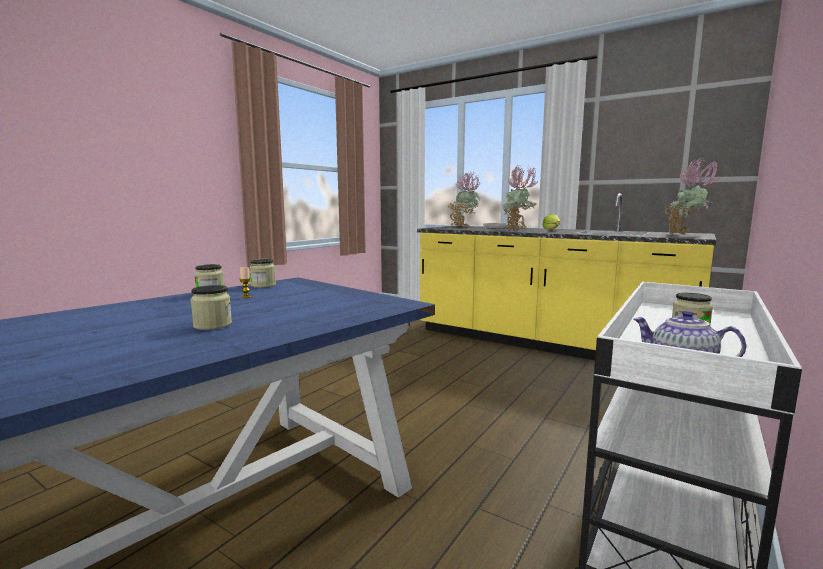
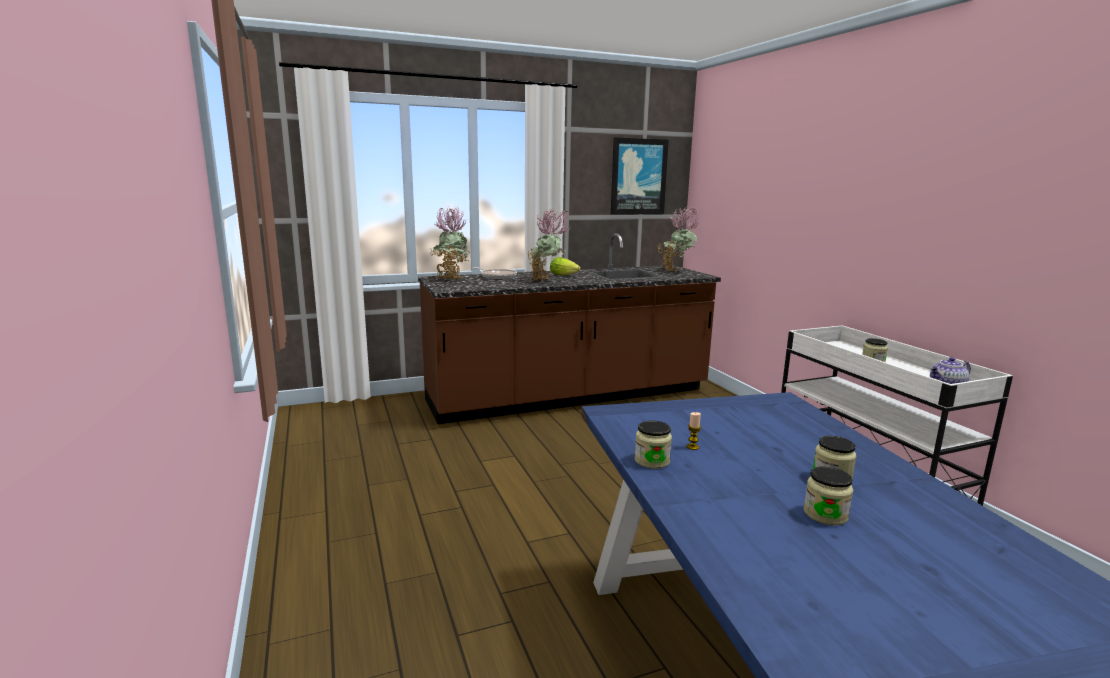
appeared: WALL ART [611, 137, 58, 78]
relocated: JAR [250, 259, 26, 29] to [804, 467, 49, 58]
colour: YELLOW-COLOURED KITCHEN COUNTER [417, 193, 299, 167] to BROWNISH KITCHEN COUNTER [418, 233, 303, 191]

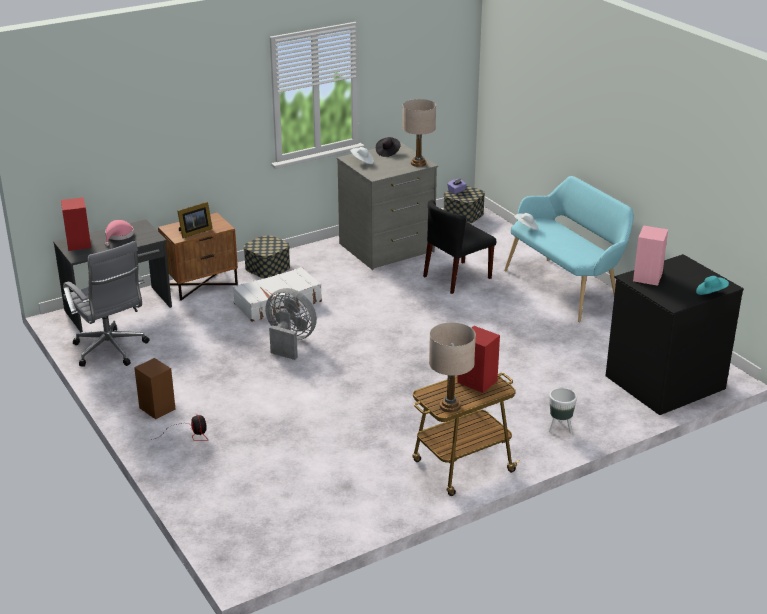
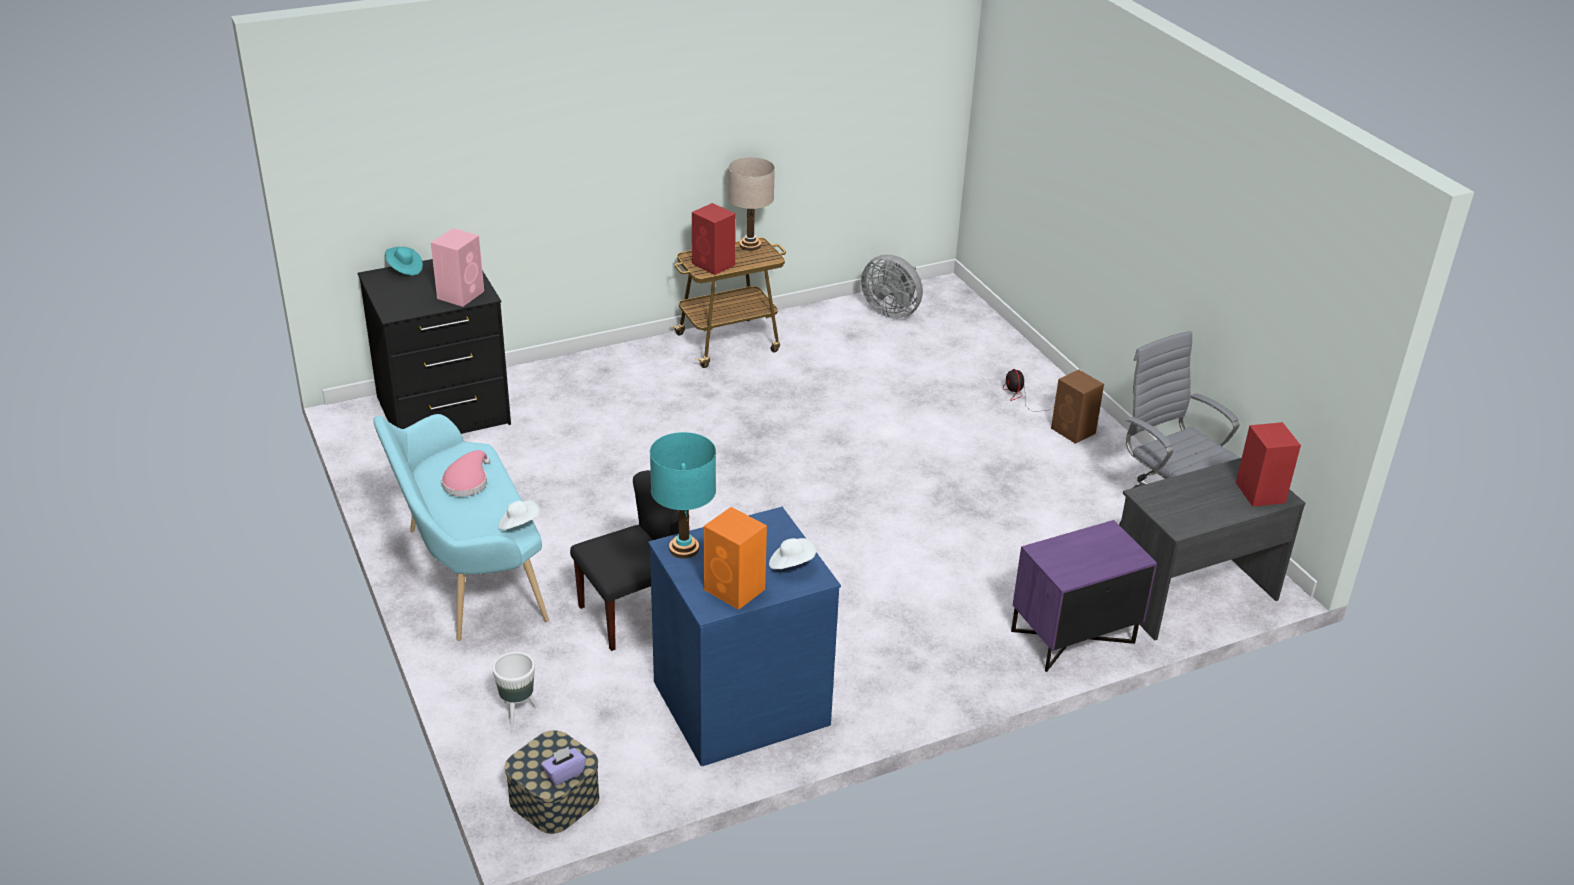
missing: STANDING FRAME [178, 202, 35, 36]; WHITE-COLOURED SUITCASE [233, 267, 89, 55]; STORAGE BIN [243, 235, 47, 43]
relocated: PINK CLOTHING HAT [105, 220, 29, 26] to [441, 450, 49, 46]; WHITE-COLOURED PLANT POT [549, 388, 28, 46] to [492, 652, 46, 73]; GREYISH ELECTRIC FAN [265, 288, 52, 72] to [861, 255, 62, 64]
exchanged: BLACK-COLOURED CLOTHING HAT [376, 137, 25, 20] to ORANGE-COLOURED AUDIO SPEAKER [704, 507, 63, 103]
colour: GREYISH CHEST OF DRAWERS [337, 143, 101, 127] to BLUISH CHEST OF DRAWERS [648, 507, 193, 259]; BEIGE TABLE LAMP [403, 99, 33, 68] to TURQUOISE-COLOURED TABLE LAMP [650, 432, 66, 127]; BROWNISH NIGHT TABLE [158, 213, 80, 88] to PURPLE-COLOURED NIGHT TABLE [1011, 520, 146, 152]

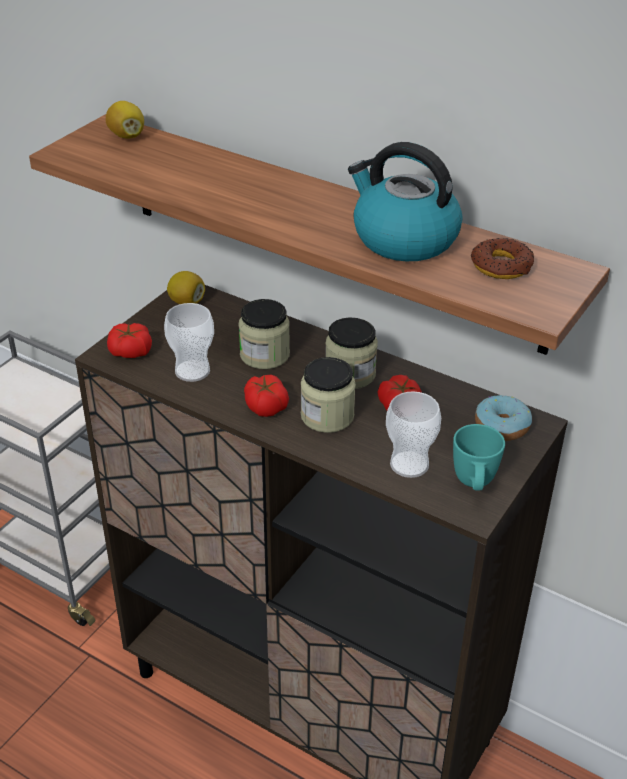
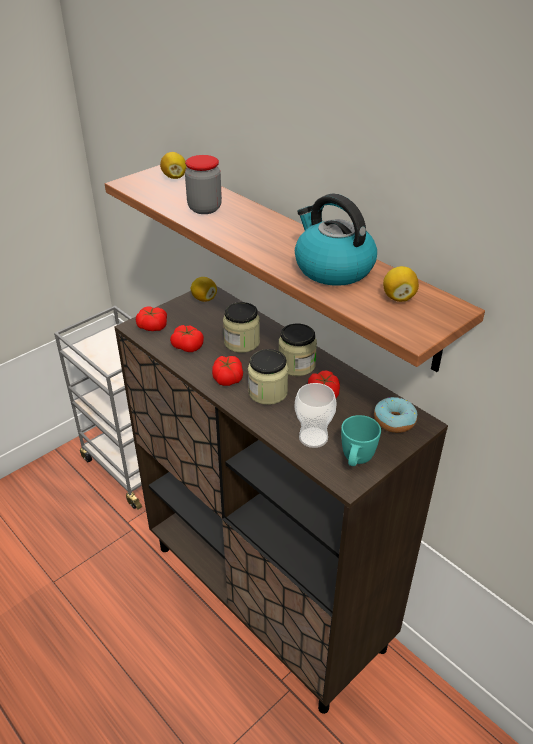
appeared: JAR [185, 155, 37, 59]
exchanged: DRINKING CUP [164, 303, 50, 79] to FRESH TOMATO [170, 325, 34, 27]; RING DOUGHNUT [471, 238, 63, 41] to LEMON [383, 266, 36, 36]

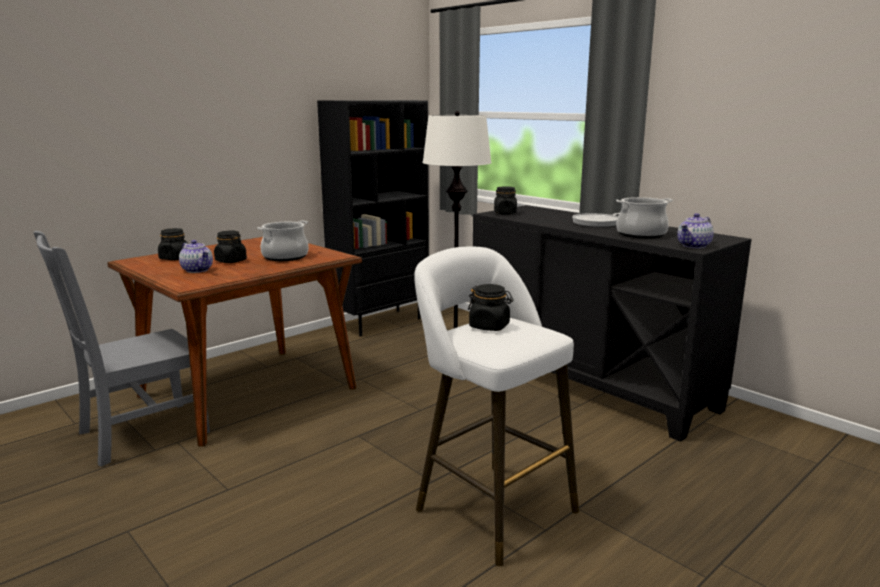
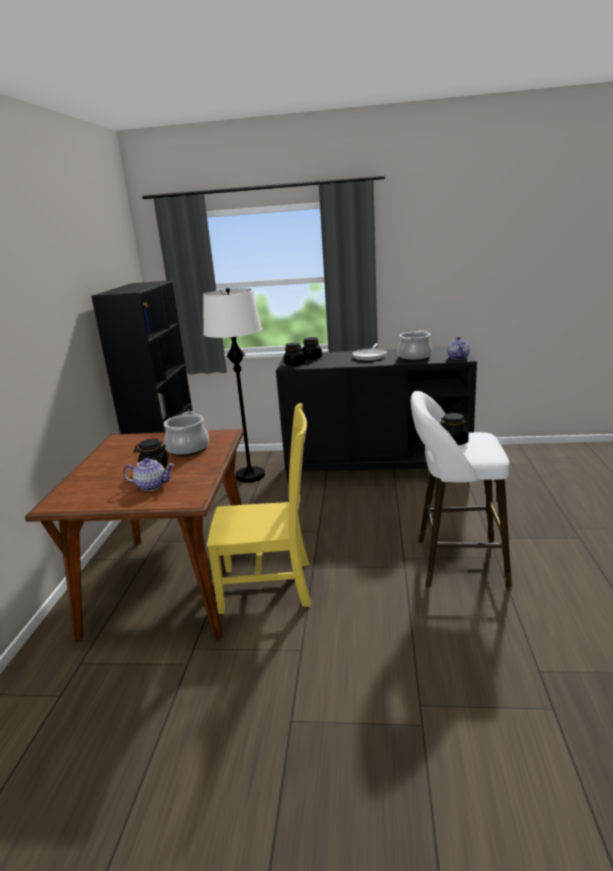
missing: GREYISH UPRIGHT CHAIR [34, 231, 176, 236]
appeared: YELLOW-COLOURED UPRIGHT CHAIR [207, 403, 104, 211]
relocated: BLACK-COLOURED JAR [158, 228, 30, 32] to [302, 337, 20, 22]

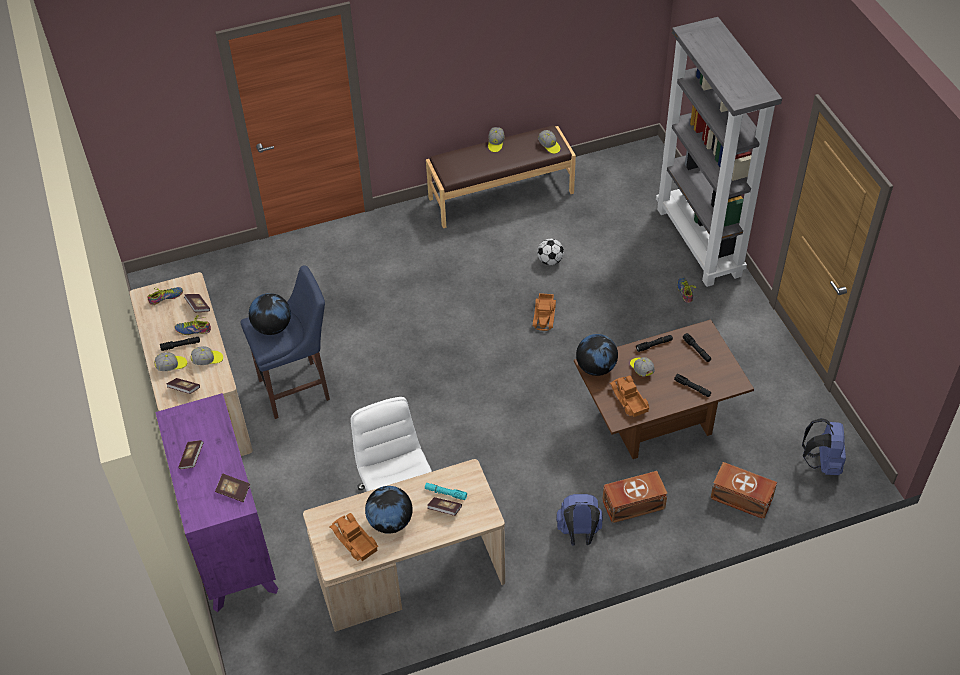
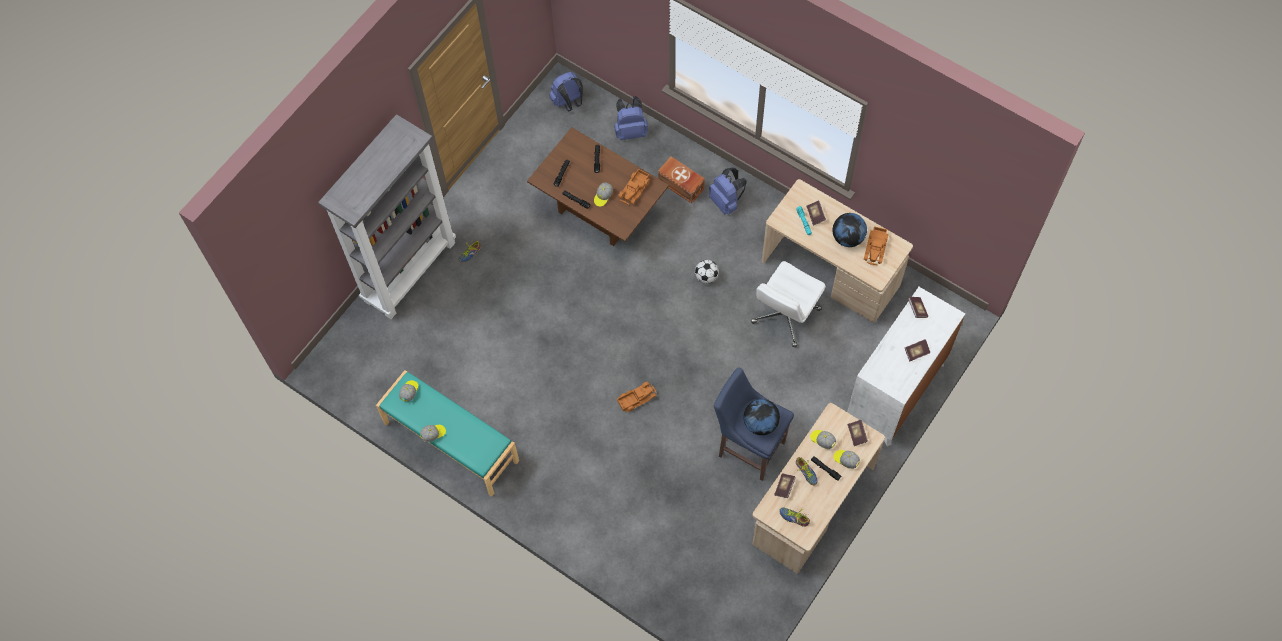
missing: WORLD GLOBE [576, 334, 42, 42]
relocated: TOY TRUCK [533, 293, 23, 38] to [617, 381, 39, 31]; BALL FOR FOOTBALL [537, 239, 27, 26] to [695, 260, 24, 24]
exchanged: BROWNISH STORAGE BIN [710, 462, 67, 57] to BLUISH RUCKSACK [615, 96, 33, 44]
colour: BROWNISH BENCH [426, 125, 150, 103] to TURQUOISE-COLOURED BENCH [376, 370, 143, 127]; PURPLE-COLOURED CHEST OF DRAWERS [155, 393, 123, 219] to WHITE-COLOURED CHEST OF DRAWERS [847, 287, 118, 159]

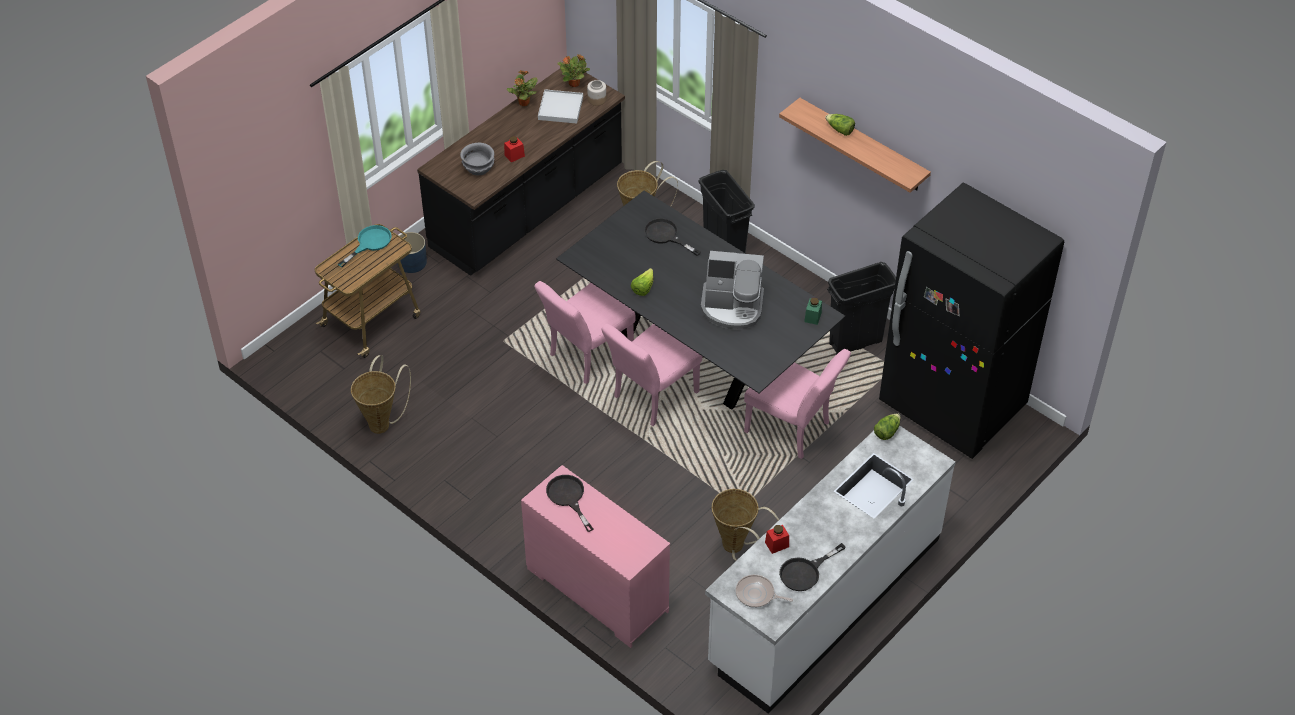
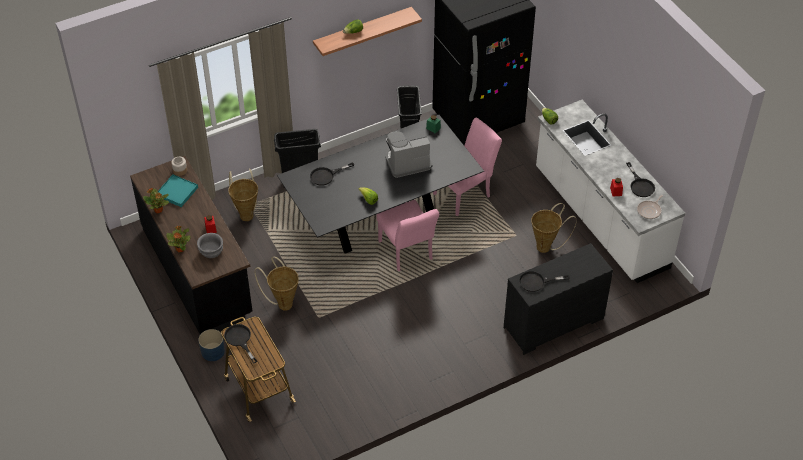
missing: PINK UPRIGHT CHAIR [534, 281, 102, 103]
relocated: POTTED PLANT [557, 54, 33, 33] to [166, 226, 25, 26]; STORAGE BASKET [351, 355, 60, 79] to [255, 257, 44, 54]
colour: WHITE-COLOURED TRAY [538, 89, 45, 35] to TURQUOISE-COLOURED TRAY [158, 174, 40, 33]; TURQUOISE-COLOURED FRYING PAN [338, 225, 53, 42] to BLACK-COLOURED FRYING PAN [224, 324, 33, 40]; PINK CHEST OF DRAWERS [521, 465, 149, 183] to BLACK-COLOURED CHEST OF DRAWERS [504, 243, 109, 112]
spun: COFFEE MAKER [701, 251, 63, 79] = [385, 131, 48, 47] 135 degrees counterclockwise

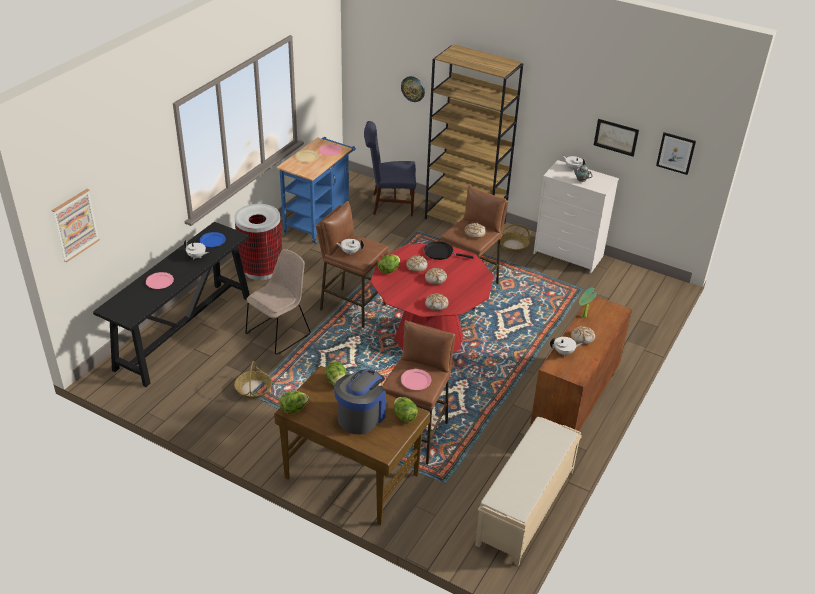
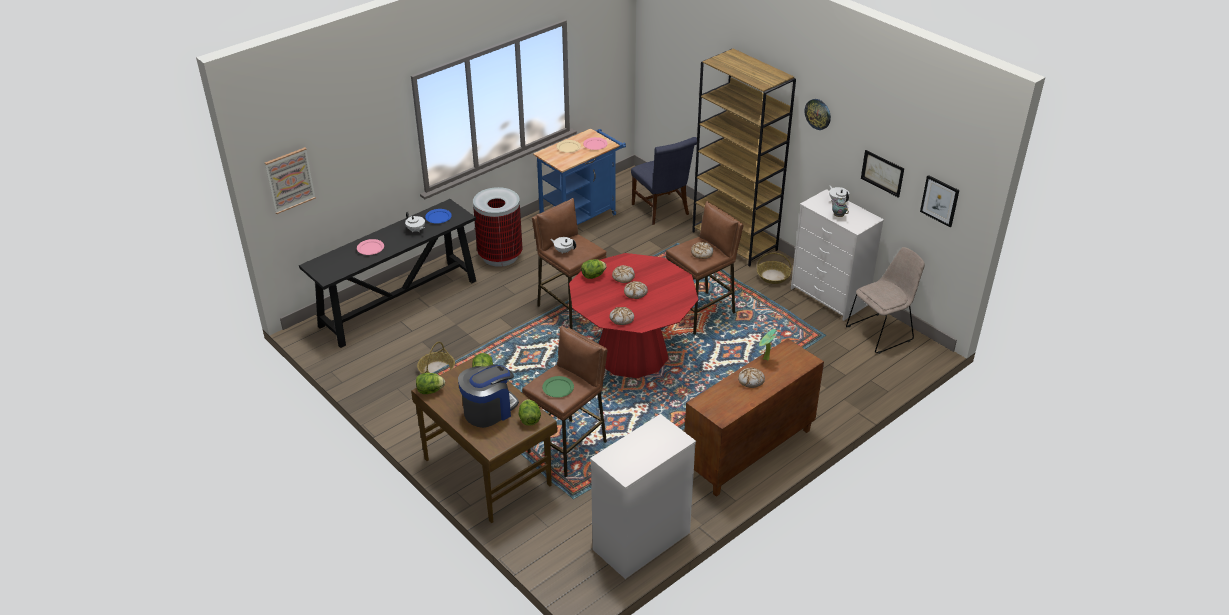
missing: BLACK-COLOURED FRYING PAN [424, 241, 50, 19]; WHITE-COLOURED POT FOR TEA [550, 337, 32, 19]
relocated: HANGING CLOCK [401, 76, 24, 26] to [805, 99, 26, 31]; BEIGE UPRIGHT CHAIR [245, 249, 66, 105] to [846, 247, 79, 107]
exchanged: BEIGE BENCH [475, 417, 107, 149] to WHITE-COLOURED CHEST OF DRAWERS [590, 414, 106, 165]
colour: PINK FLAT DISH [401, 369, 30, 21] to GREEN-COLOURED FLAT DISH [542, 376, 32, 22]
spun: BLUISH UPRIGHT CHAIR [364, 121, 52, 95] = [631, 137, 66, 88] 135 degrees counterclockwise

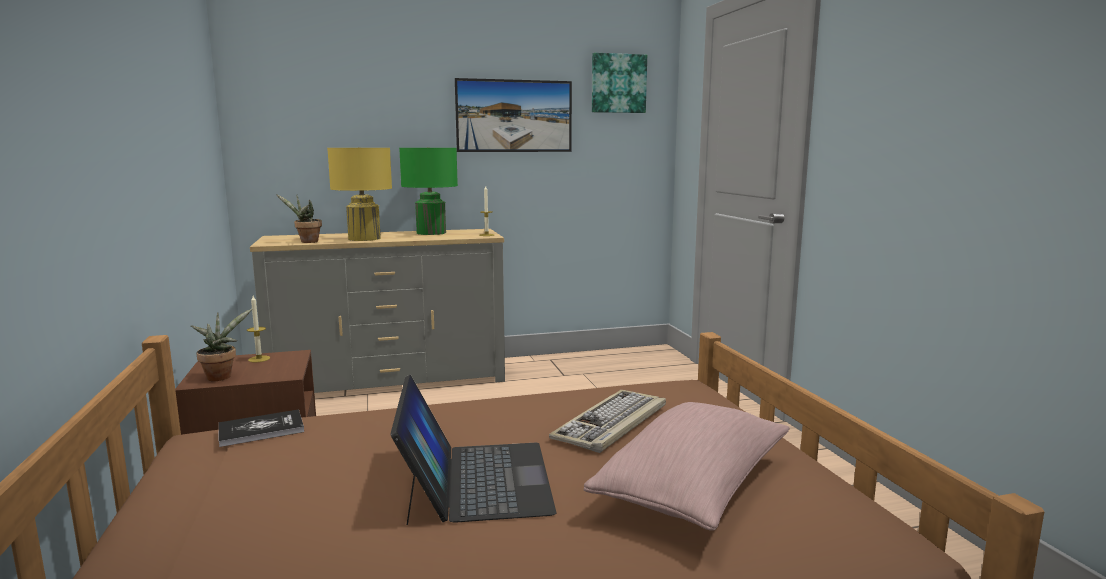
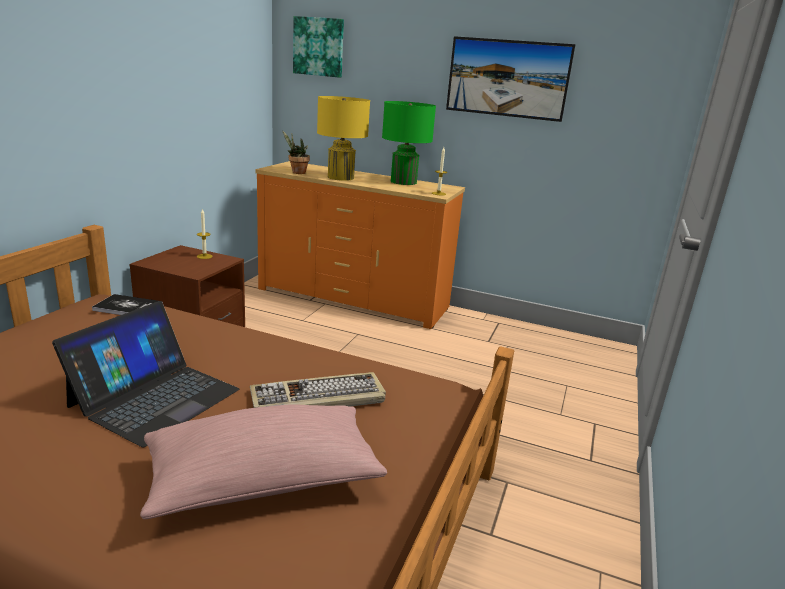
missing: POTTED PLANT [191, 308, 62, 73]
relocated: WALL ART [592, 53, 55, 60] to [293, 16, 51, 61]
colour: GREYISH CHEST OF DRAWERS [250, 229, 255, 164] to ORANGE-COLOURED CHEST OF DRAWERS [255, 161, 210, 168]

